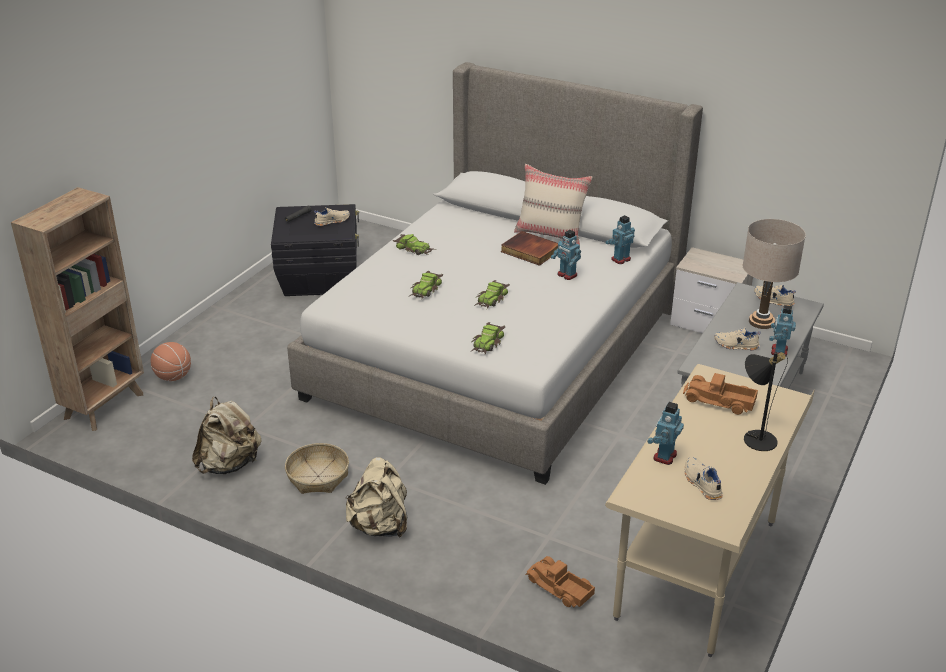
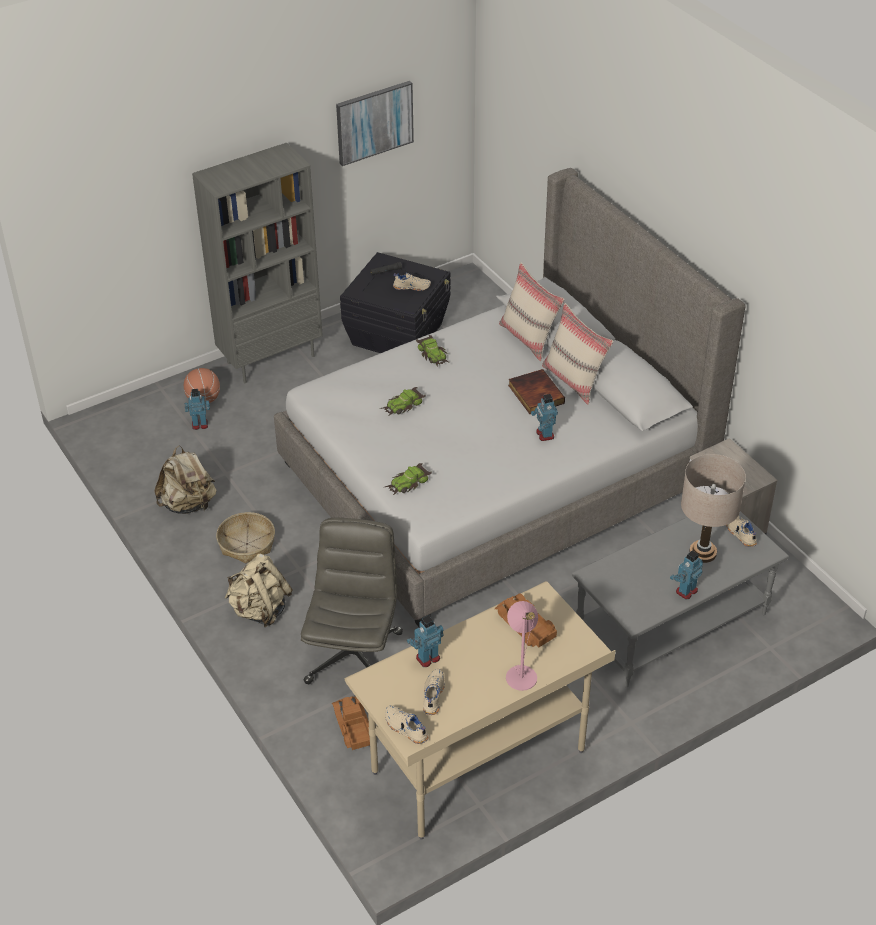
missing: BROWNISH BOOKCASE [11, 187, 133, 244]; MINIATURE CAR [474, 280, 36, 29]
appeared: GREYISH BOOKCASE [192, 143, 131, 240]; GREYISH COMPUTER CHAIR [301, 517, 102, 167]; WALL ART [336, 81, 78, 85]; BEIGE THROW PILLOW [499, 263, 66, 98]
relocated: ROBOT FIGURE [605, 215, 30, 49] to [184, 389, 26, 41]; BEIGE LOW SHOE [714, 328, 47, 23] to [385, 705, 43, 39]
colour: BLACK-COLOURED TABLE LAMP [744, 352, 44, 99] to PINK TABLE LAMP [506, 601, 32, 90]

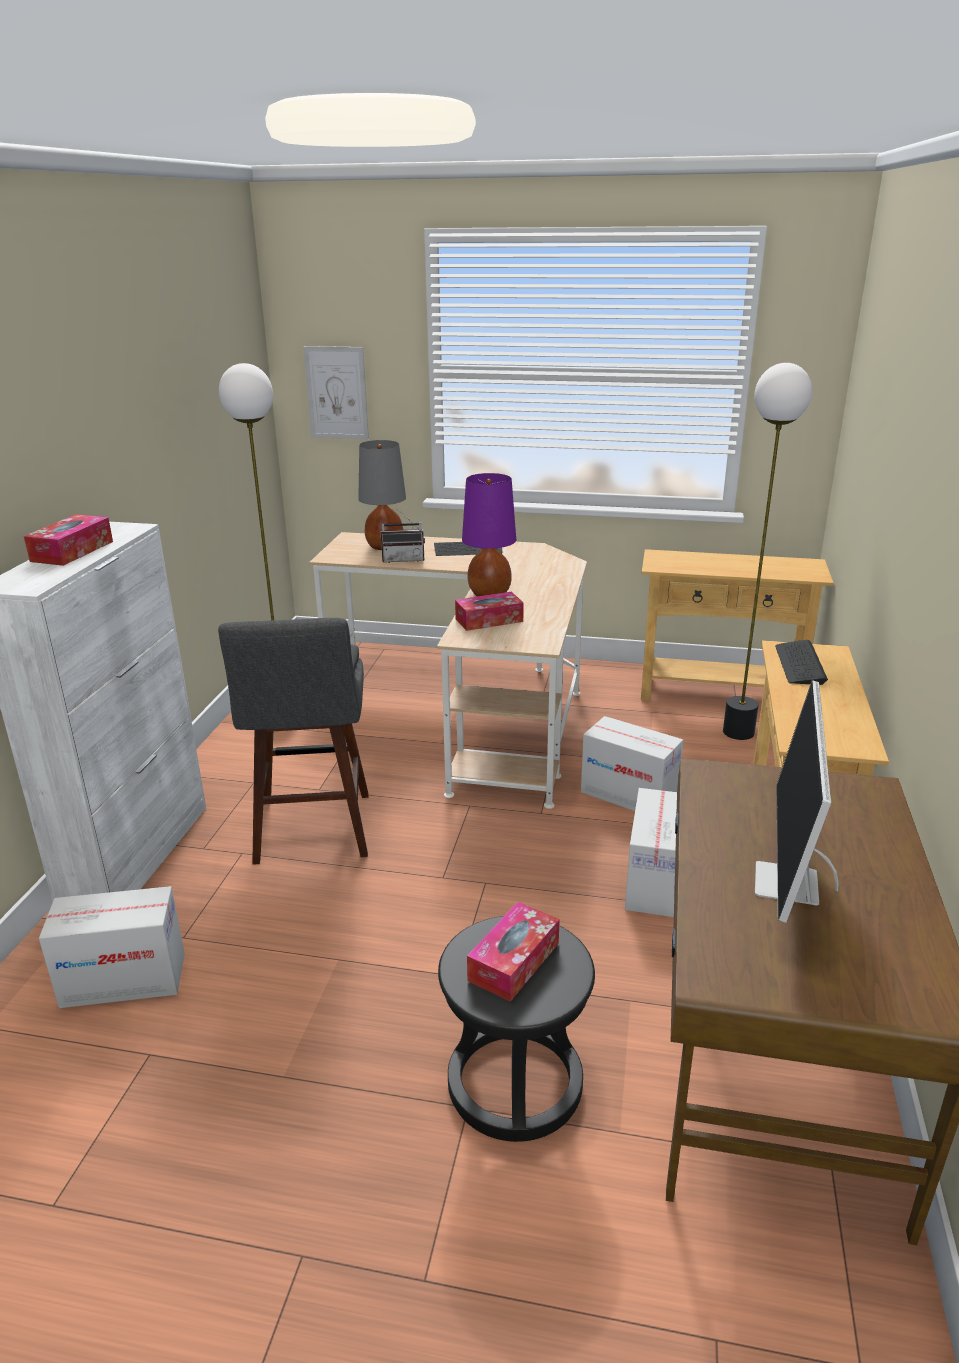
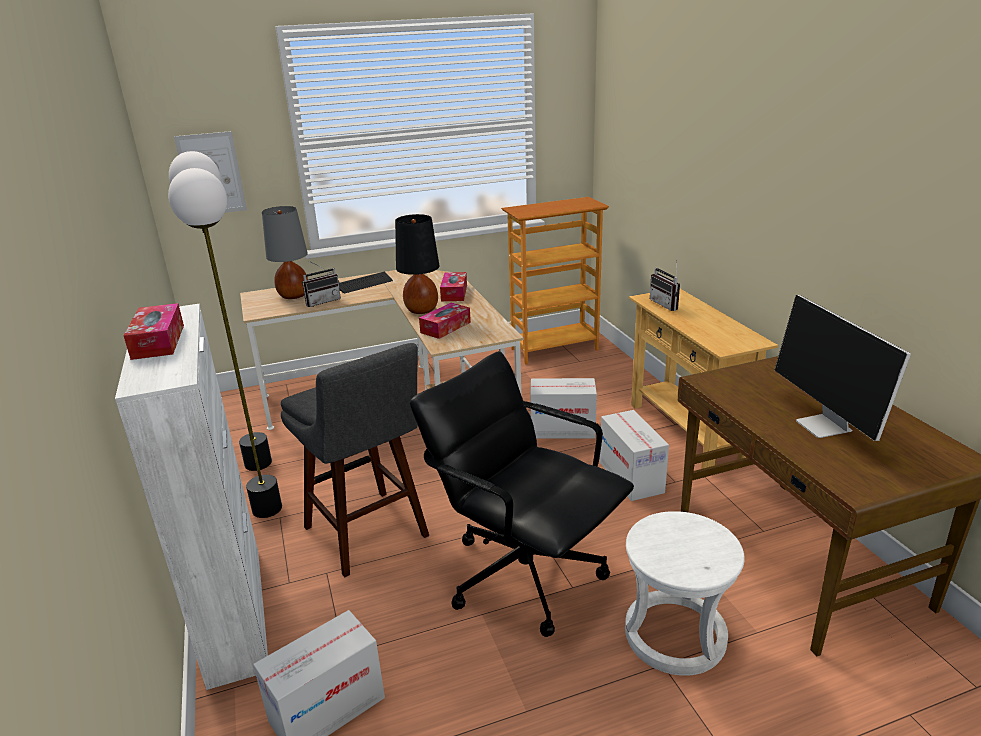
appeared: BLACK-COLOURED COMPUTER CHAIR [410, 351, 224, 286]
relocated: STANDING LAMP [723, 363, 89, 377] to [168, 168, 114, 350]; BOX OF TISSUES [467, 902, 93, 100] to [440, 272, 27, 29]
exchanged: BEIGE NARROW TABLE [641, 549, 193, 152] to BOOKCASE [501, 197, 108, 167]; COMPUTER KEYBOARD [775, 640, 53, 45] to RADIO SET [650, 260, 30, 51]
colour: PURPLE-COLOURED TABLE LAMP [462, 473, 54, 123] to BLACK-COLOURED TABLE LAMP [395, 214, 44, 100]; BLACK-COLOURED STOOL [438, 916, 157, 226] to WHITE-COLOURED STOOL [625, 511, 120, 165]

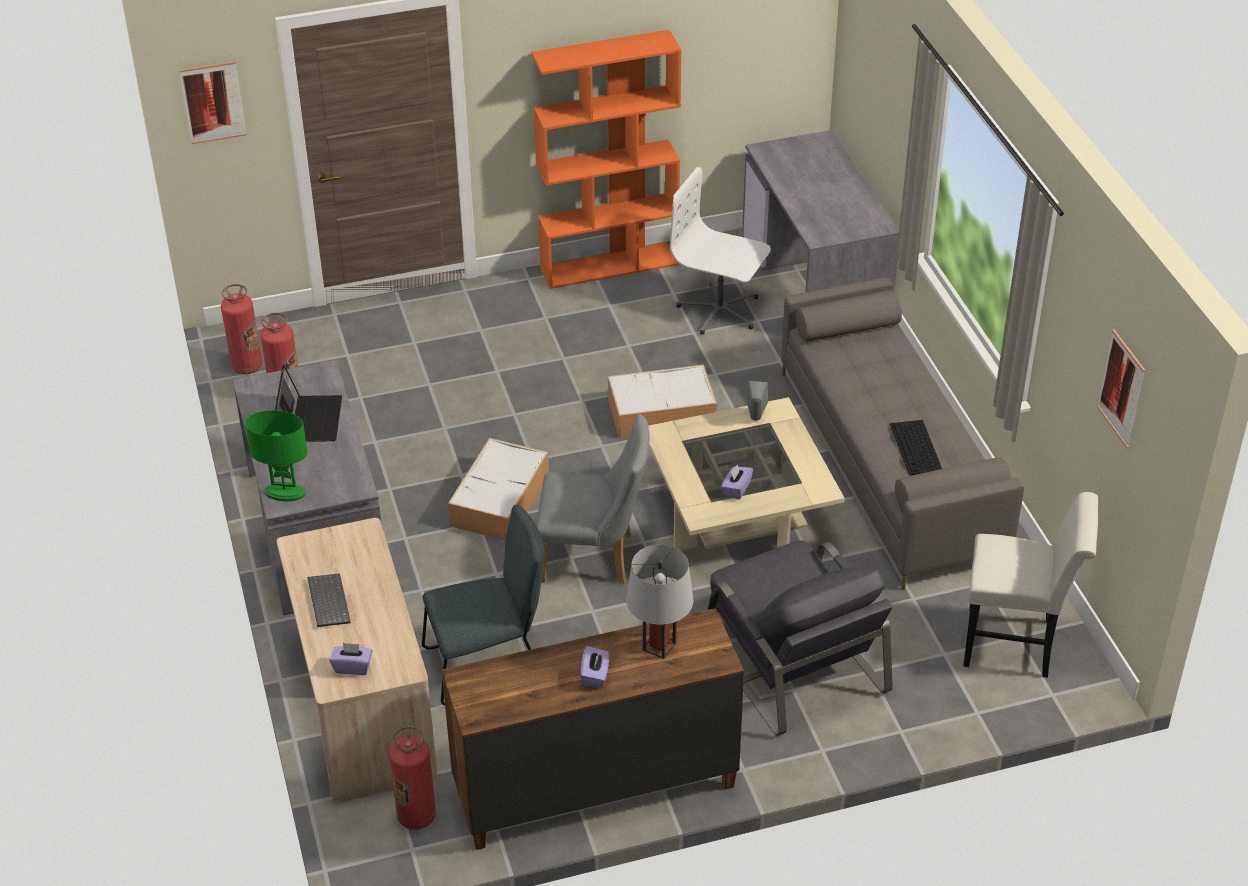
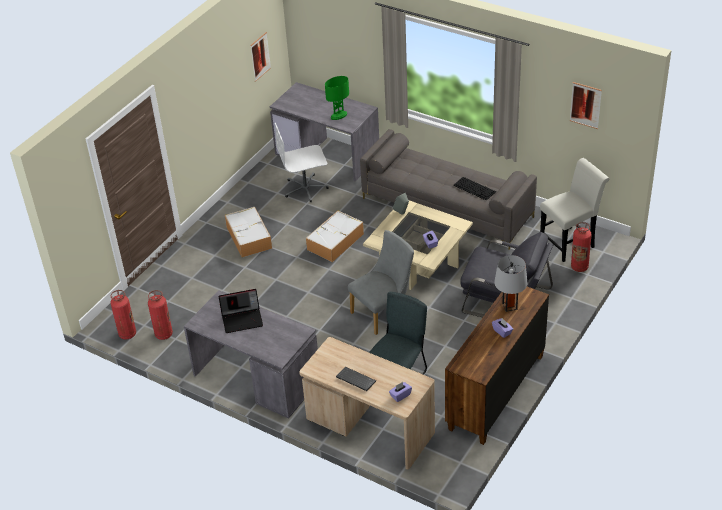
missing: ORANGE-COLOURED BOOKCASE [531, 30, 151, 259]
relocated: STORAGE BIN [448, 438, 101, 103] to [225, 207, 47, 50]; WALL ART [179, 61, 68, 83] to [250, 32, 21, 50]; GREEN-COLOURED TABLE LAMP [245, 410, 62, 91] to [325, 76, 24, 44]; FIRE EXTINGUISHER [389, 726, 47, 104] to [571, 222, 21, 50]
spun: NOTEBOOK COMPUTER [275, 365, 67, 77] = [218, 289, 45, 44] 120 degrees clockwise

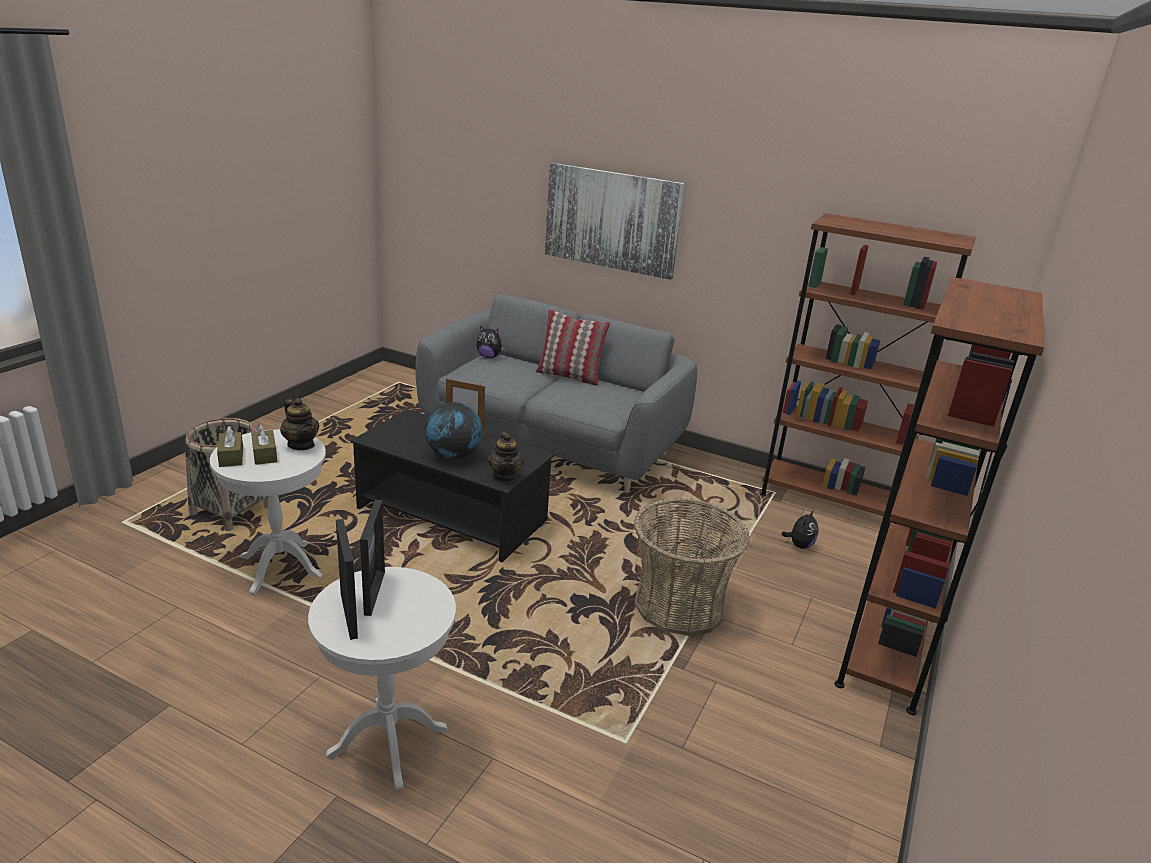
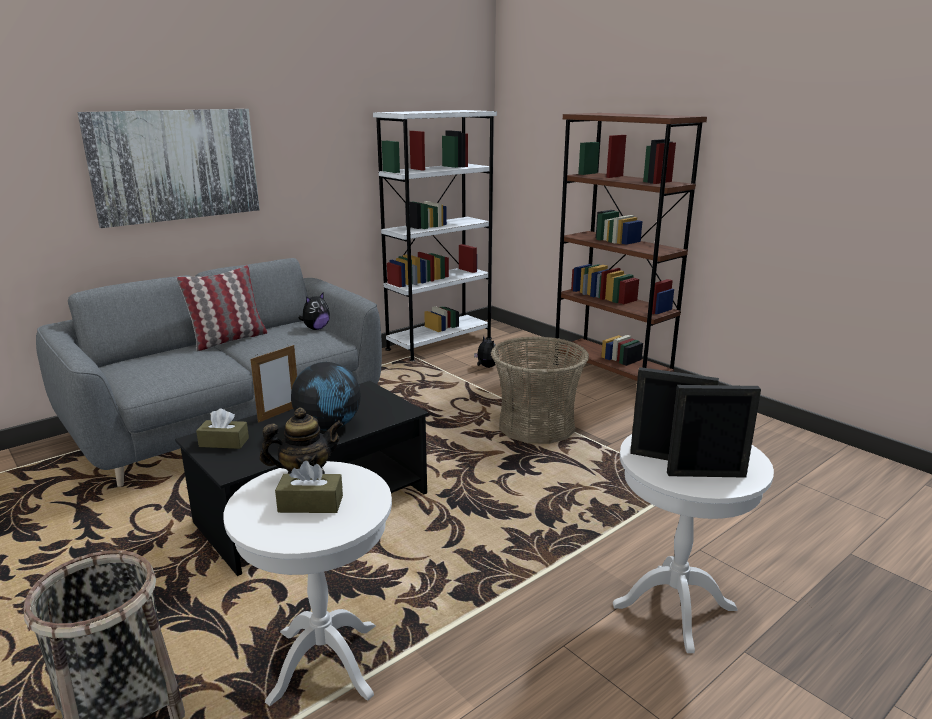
missing: POT FOR TEA [488, 432, 36, 50]
relocated: BROWNISH BOX OF TISSUES [217, 426, 26, 41] to [196, 409, 53, 40]; PLUSH TOY [477, 326, 29, 32] to [298, 292, 32, 38]
colour: BROWNISH BOOKCASE [760, 213, 216, 303] to WHITE-COLOURED BOOKCASE [373, 110, 124, 251]

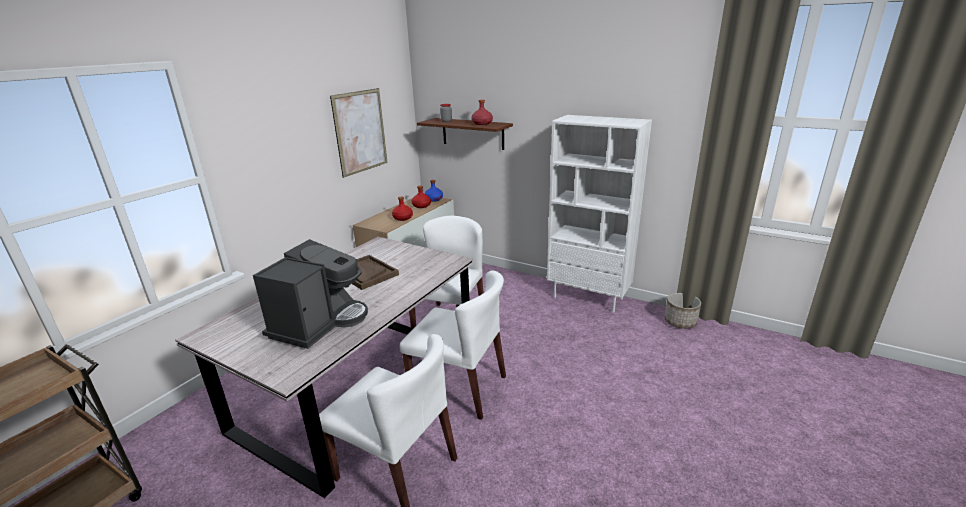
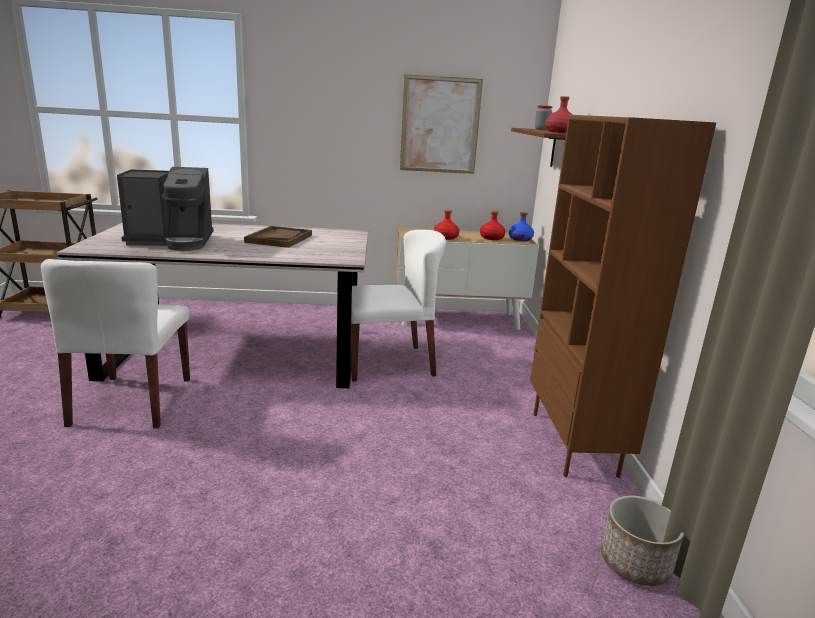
missing: WHITE-COLOURED UPRIGHT CHAIR [400, 270, 106, 150]
colour: WHITE-COLOURED BOOKCASE [547, 115, 105, 198] to BROWNISH BOOKCASE [530, 115, 187, 363]

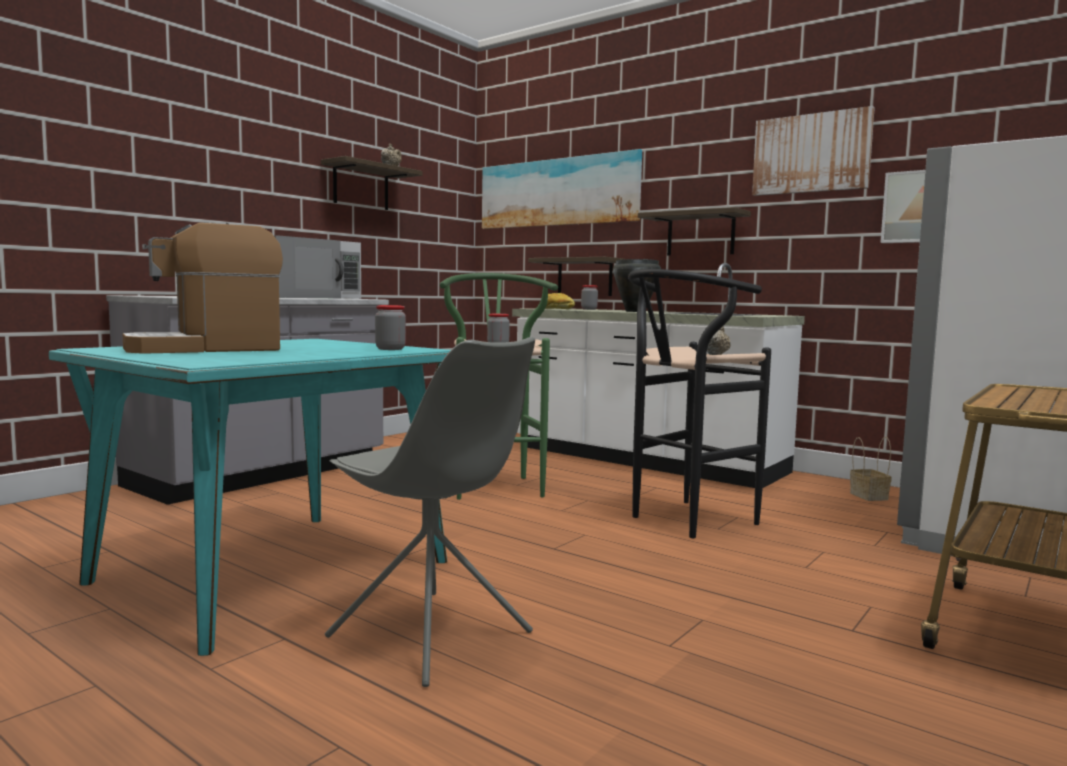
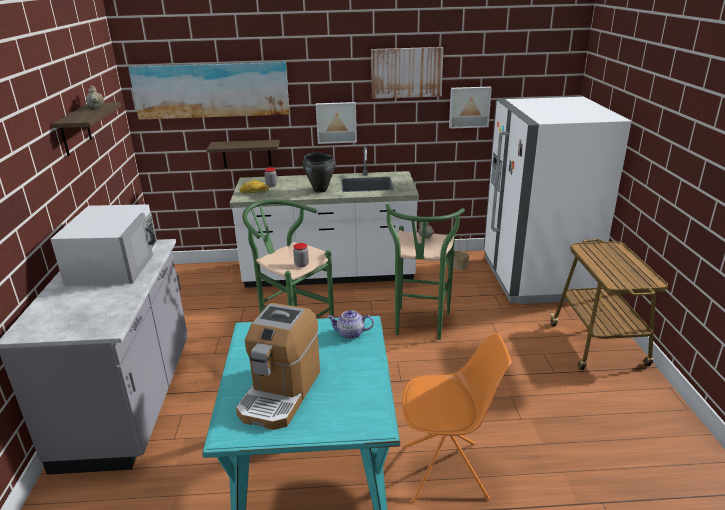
exchanged: SHELF [638, 207, 113, 49] to WALL ART [316, 102, 41, 42]; JAR [375, 305, 31, 45] to POT FOR TEA [327, 310, 47, 29]
colour: BLACK-COLOURED STOOL [628, 269, 143, 269] to GREEN-COLOURED STOOL [386, 204, 79, 136]; GREYISH UPRIGHT CHAIR [325, 337, 210, 350] to ORANGE-COLOURED UPRIGHT CHAIR [402, 333, 110, 169]

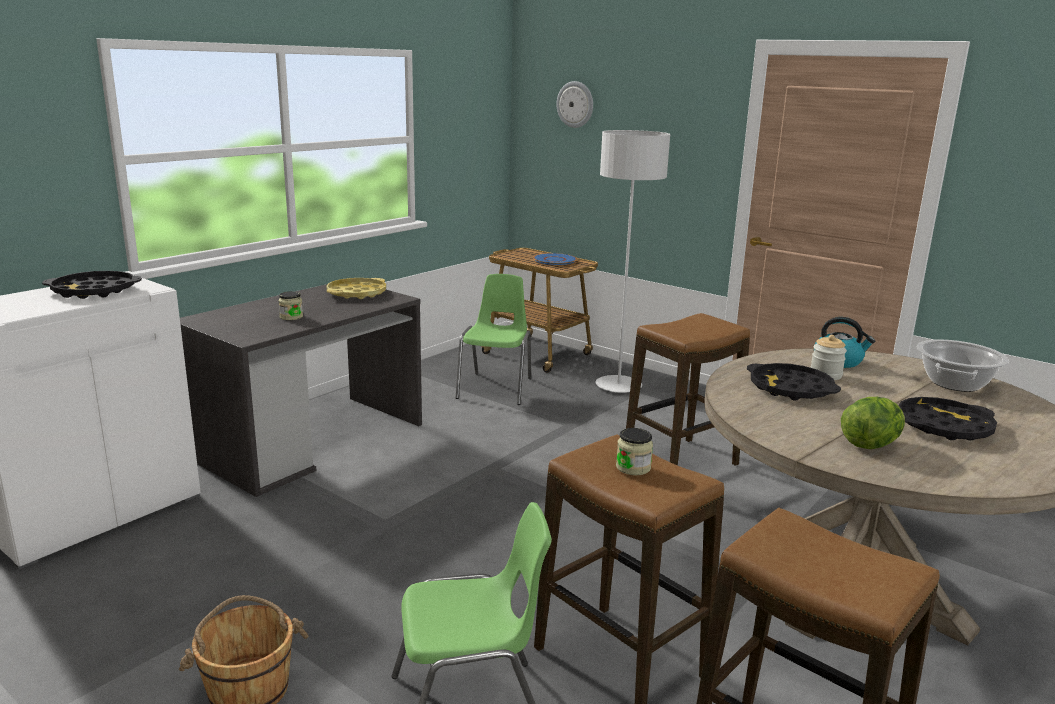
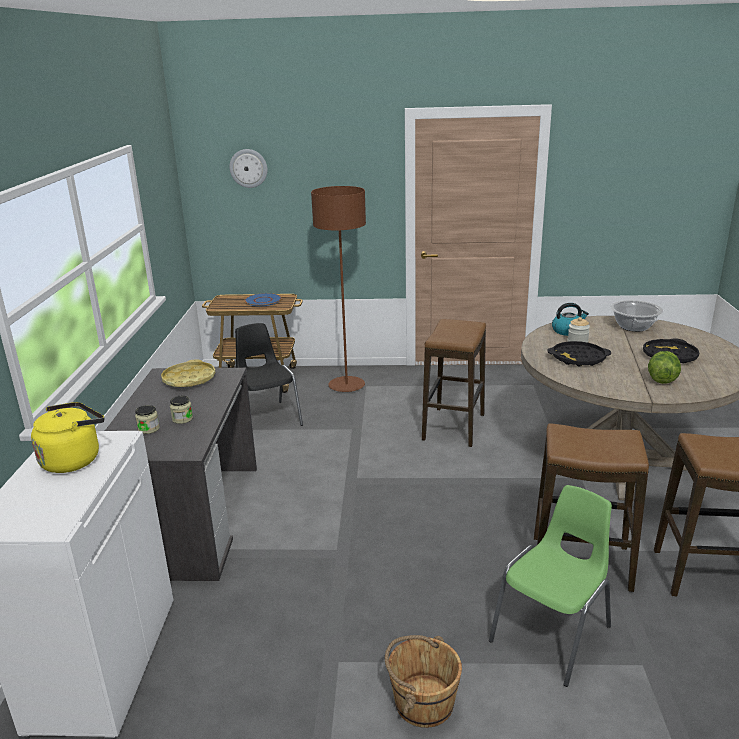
relocated: JAR [616, 428, 37, 47] to [135, 405, 25, 29]
exchanged: BLACK-COLOURED TRAY [42, 271, 100, 28] to YELLOW-COLOURED TEA KETTLE [31, 402, 73, 71]
colour: GREEN-COLOURED UPRIGHT CHAIR [456, 274, 75, 131] to BLACK-COLOURED UPRIGHT CHAIR [235, 323, 68, 103]; GREYISH STANDING LAMP [596, 130, 74, 263] to BROWNISH STANDING LAMP [311, 186, 55, 206]

